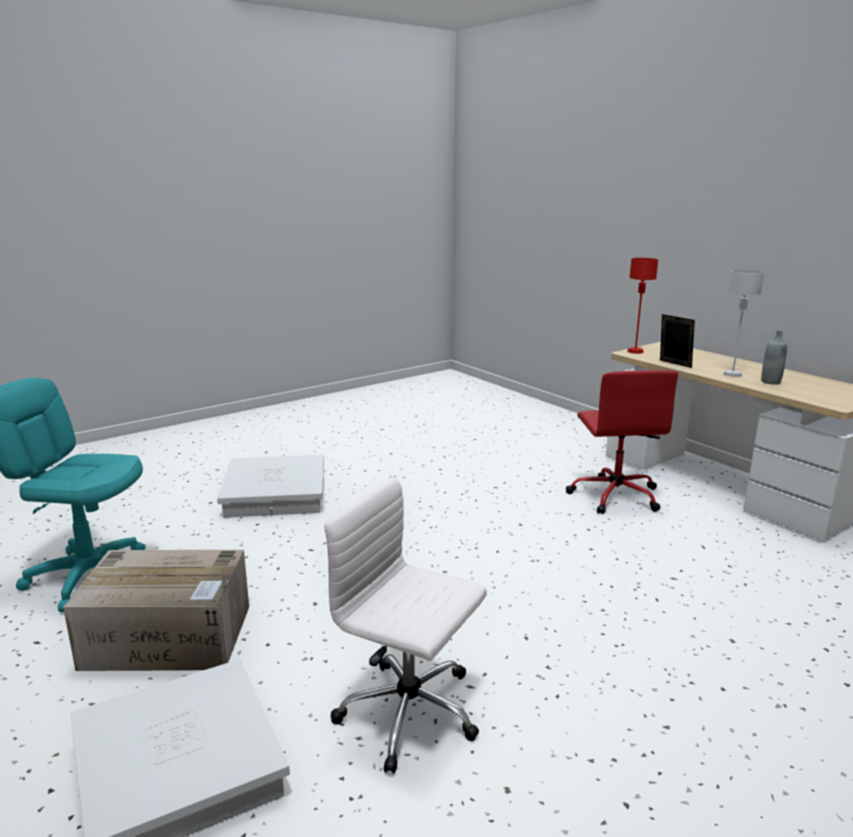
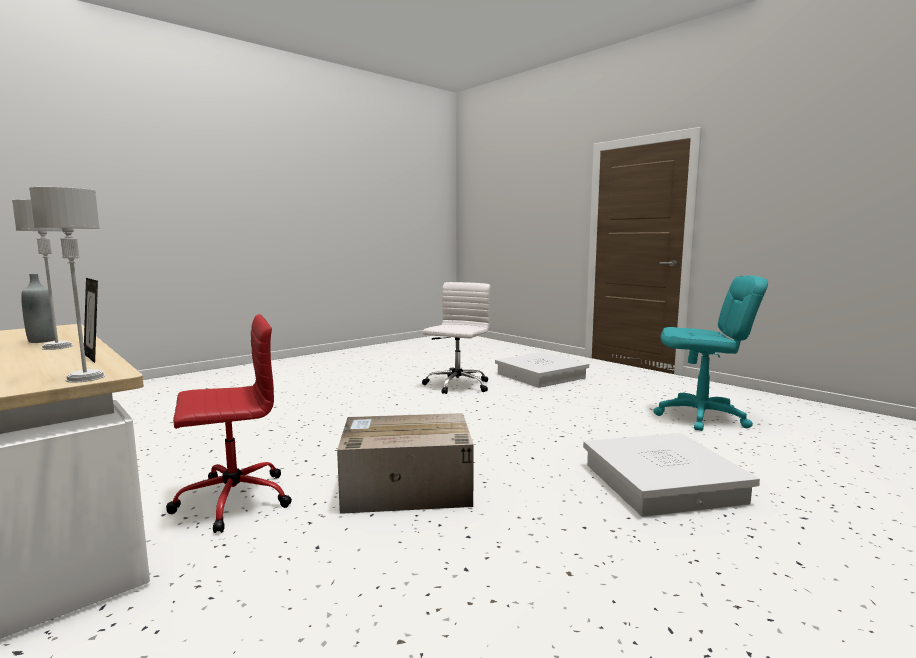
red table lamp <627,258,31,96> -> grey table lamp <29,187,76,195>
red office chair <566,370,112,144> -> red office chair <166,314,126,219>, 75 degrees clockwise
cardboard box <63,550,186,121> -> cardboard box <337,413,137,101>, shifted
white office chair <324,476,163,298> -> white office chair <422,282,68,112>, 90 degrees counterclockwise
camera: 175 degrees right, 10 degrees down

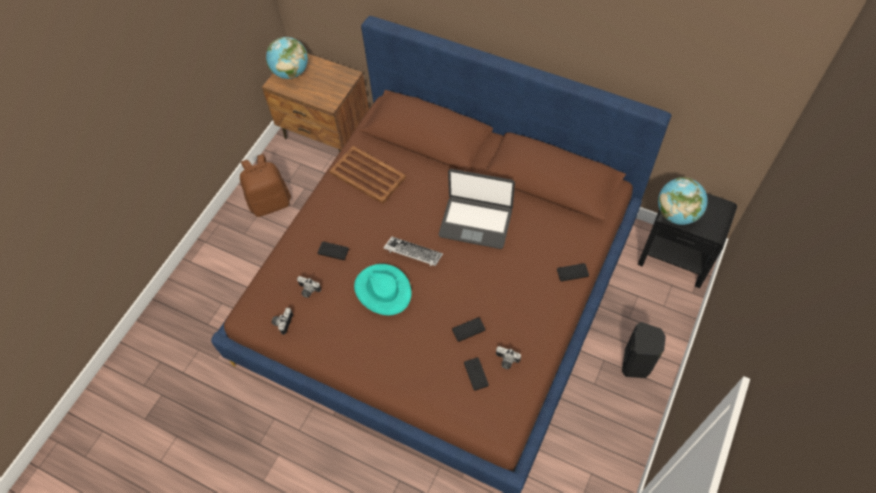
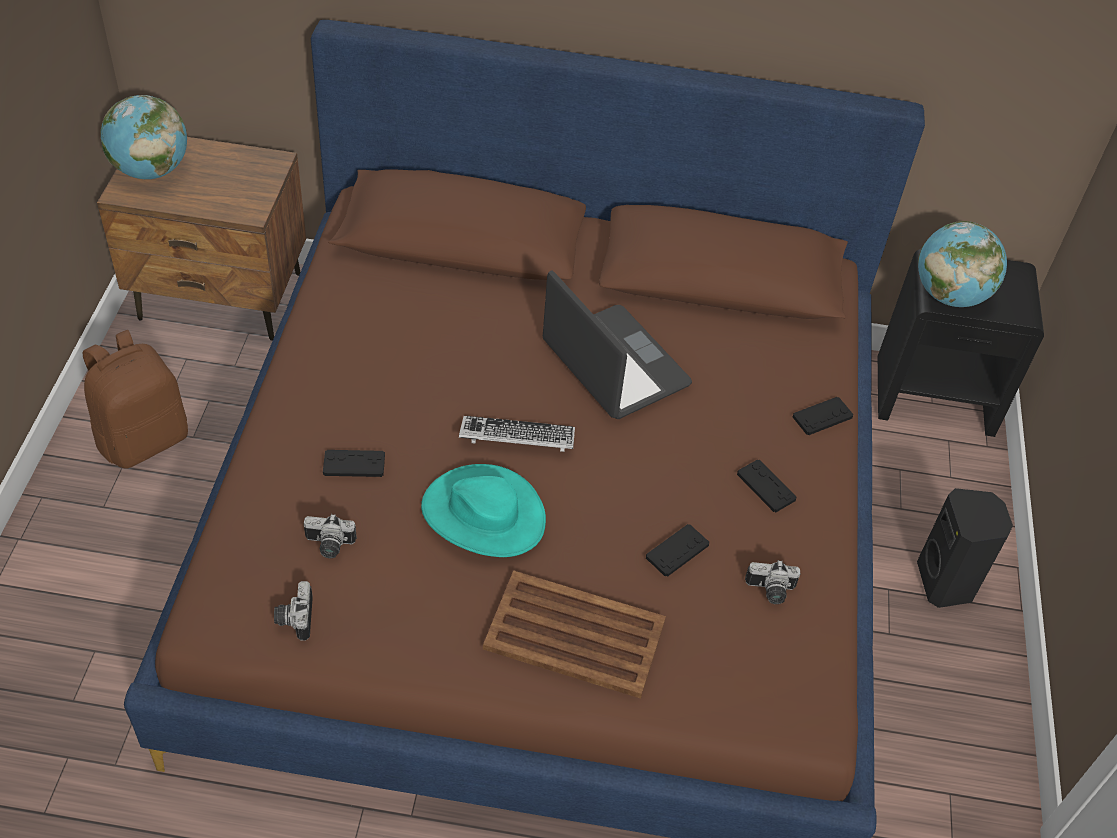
brown tray <329,146,77,58> -> brown tray <483,570,183,129>, shifted
laptop <439,169,76,80> -> laptop <543,270,149,149>, 120 degrees counterclockwise
black game controller <464,357,25,34> -> black game controller <737,459,59,53>, shifted
camera: 25 degrees left, 10 degrees down

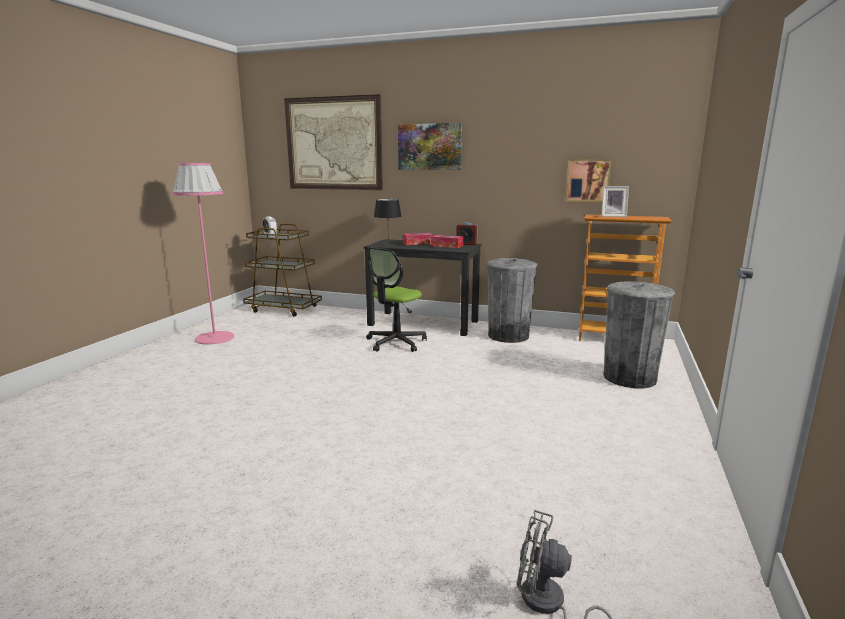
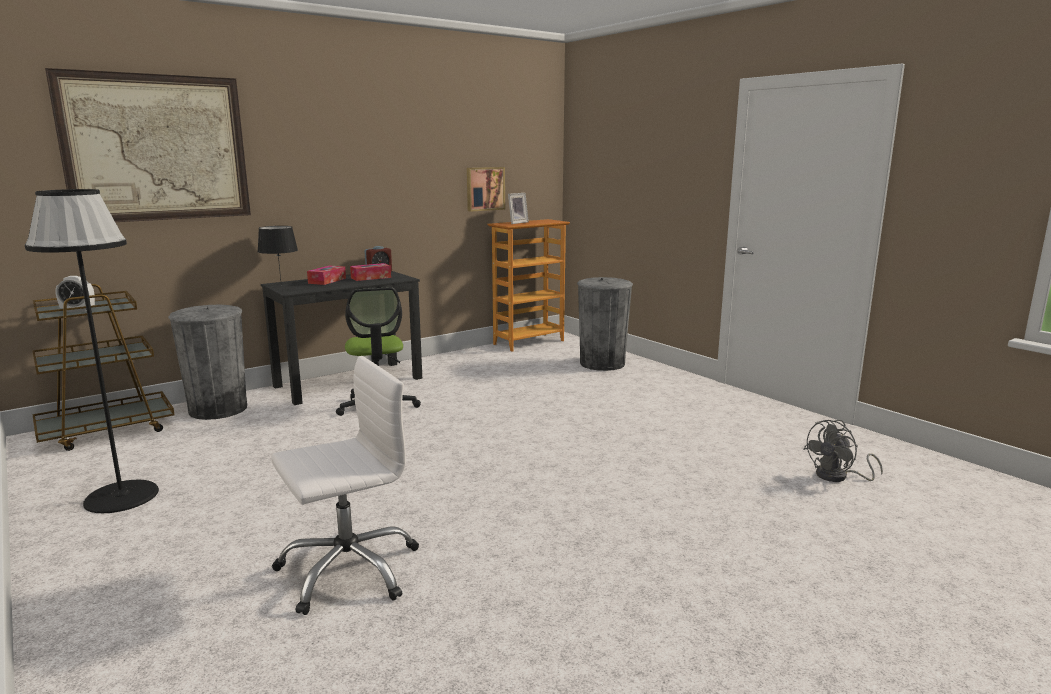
pink floor lamp <172,163,62,182> -> black floor lamp <25,189,134,324>
grey trash can <487,258,51,85> -> grey trash can <168,305,79,115>, shifted
none -> white office chair <271,356,148,259>
picture <398,123,64,47> -> none
camera: 55 degrees left, 0 degrees up

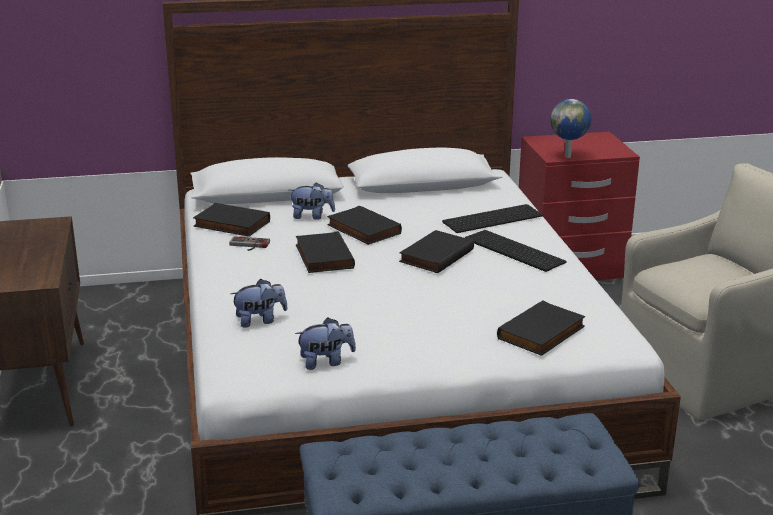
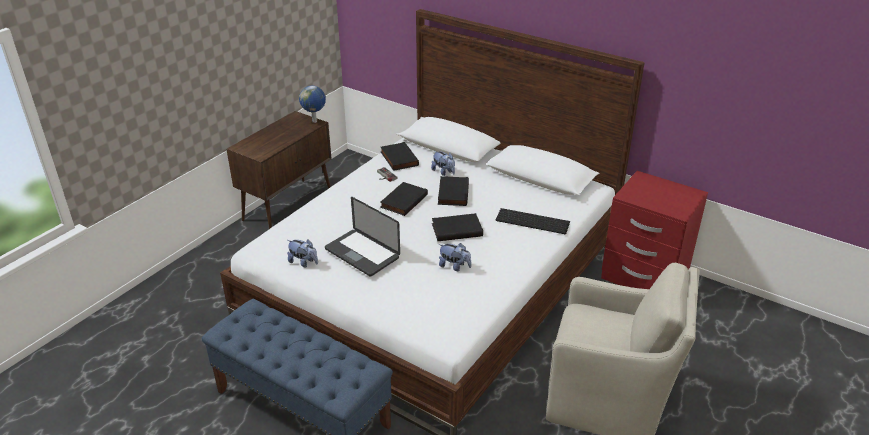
globe <550,99,41,59> -> globe <299,85,27,38>, shifted
none -> laptop <325,197,75,80>
plush toy <231,279,57,49> -> plush toy <439,243,33,28>, shifted
keyboard <465,230,101,42> -> none
black book <497,301,88,55> -> none
camera: 45 degrees right, 10 degrees up

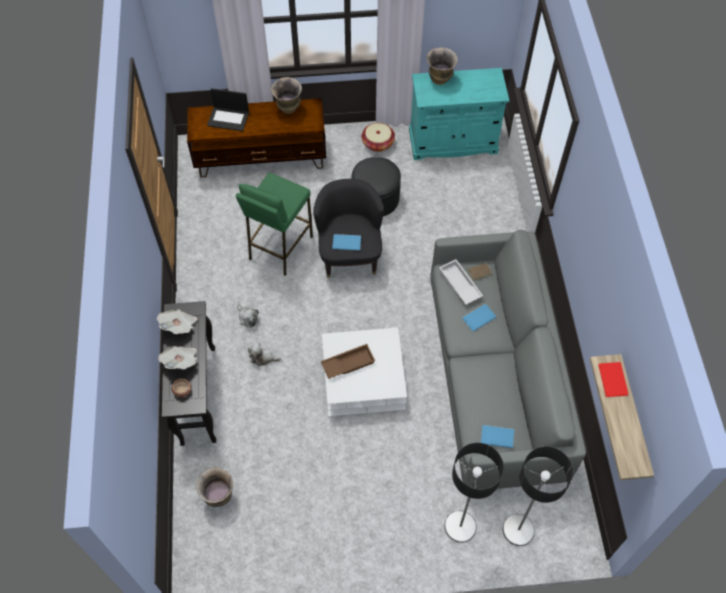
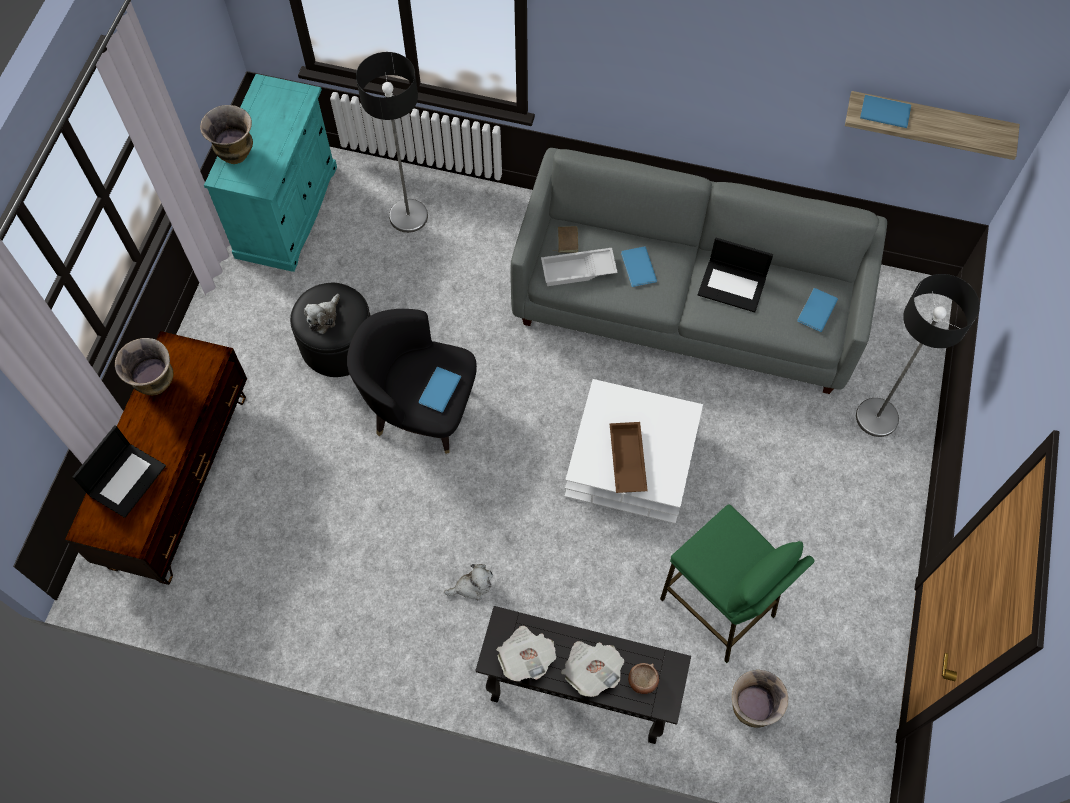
plush toy <248,343,33,23> -> plush toy <304,294,36,40>, shifted
floor lamp <502,446,71,100> -> floor lamp <356,52,72,181>, shifted
green stool <236,173,77,103> -> green stool <660,505,155,158>, shifted
none -> laptop <698,238,75,75>
red book <598,362,30,35> -> blue book <860,95,51,33>
basket <362,123,33,29> -> none
camera: 70 degrees left, 5 degrees up

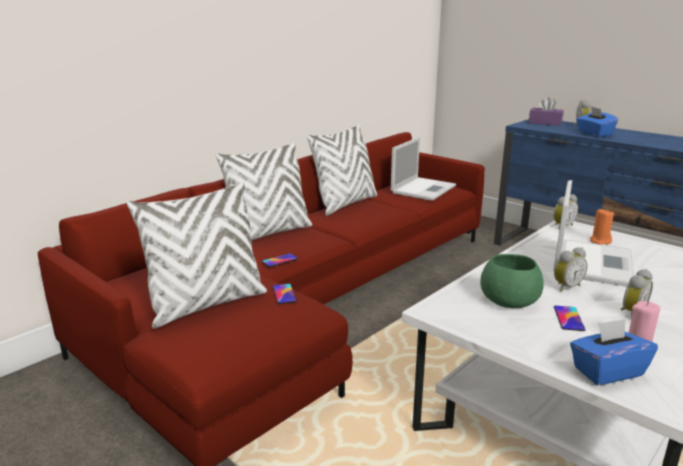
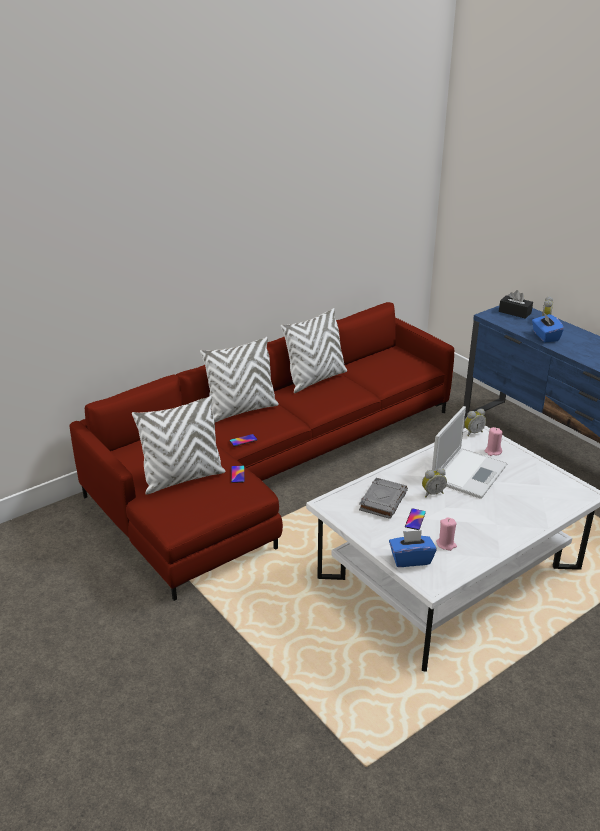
green bowl <481,254,63,54> -> grey book <359,478,49,41>
orange candle <590,208,24,37> -> pink candle <485,427,18,29>
purple tissue box <529,97,35,29> -> black tissue box <499,290,34,29>
laptop <391,137,65,64> -> none
alarm clock <621,269,32,49> -> none
camera: 10 degrees right, 10 degrees up

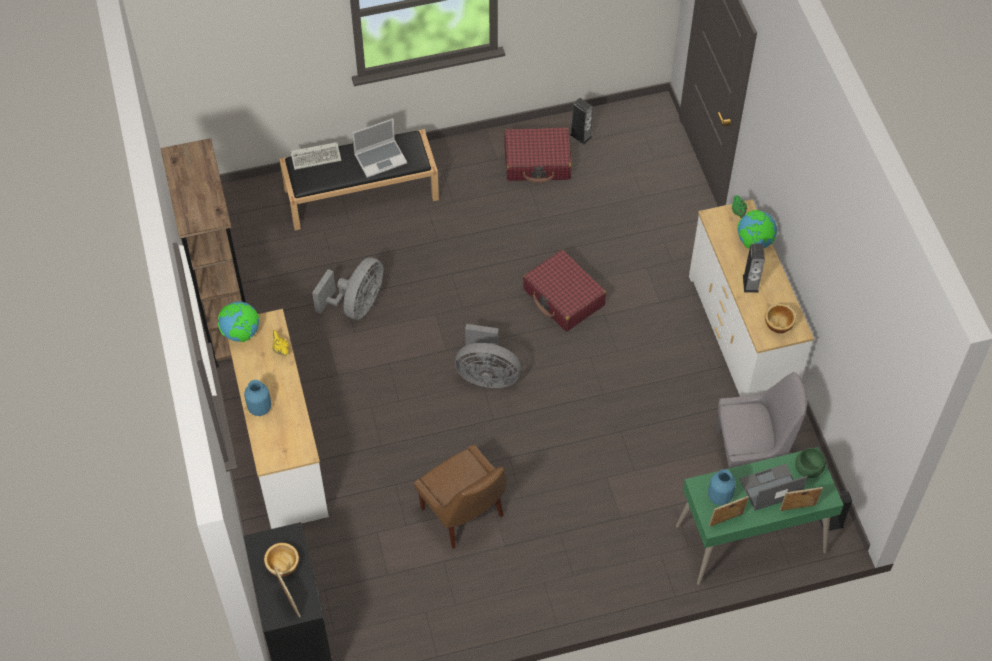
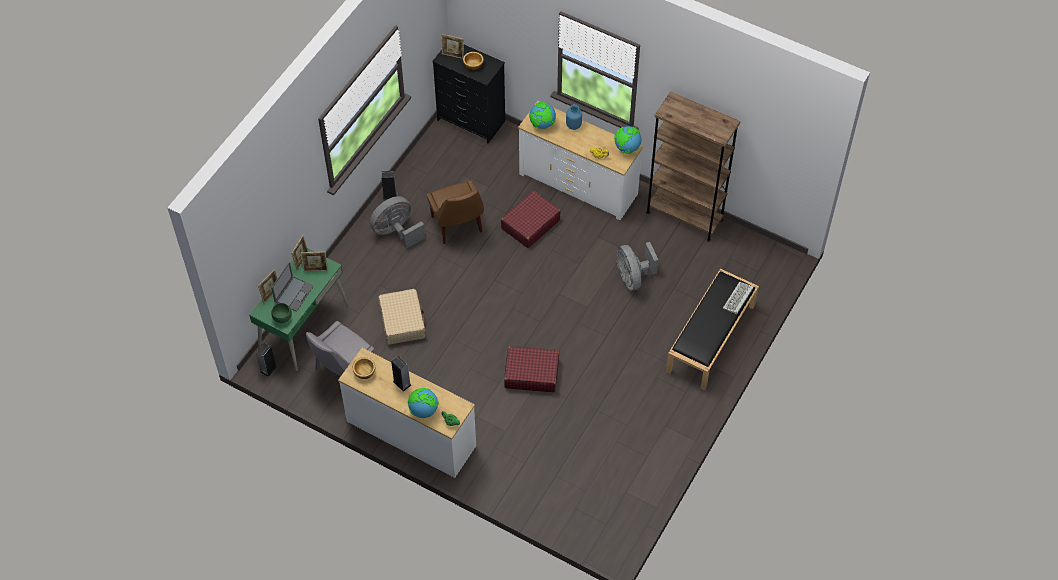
blue vase <708,469,28,36> -> picture frame <301,251,27,20>
grey fan <455,324,66,64> -> grey fan <370,196,55,53>, shifted
none -> beige suitcase <378,289,47,56>
speaker <570,98,23,46> -> speaker <381,171,16,29>, shifted
brown chair <414,445,93,104> -> brown chair <426,180,58,64>, 120 degrees counterclockwise
red suitcase <504,128,68,55> -> red suitcase <501,191,60,57>, shifted
none -> globe <529,102,27,27>
laptop <352,118,55,60> -> none
camera: 135 degrees right, 0 degrees up

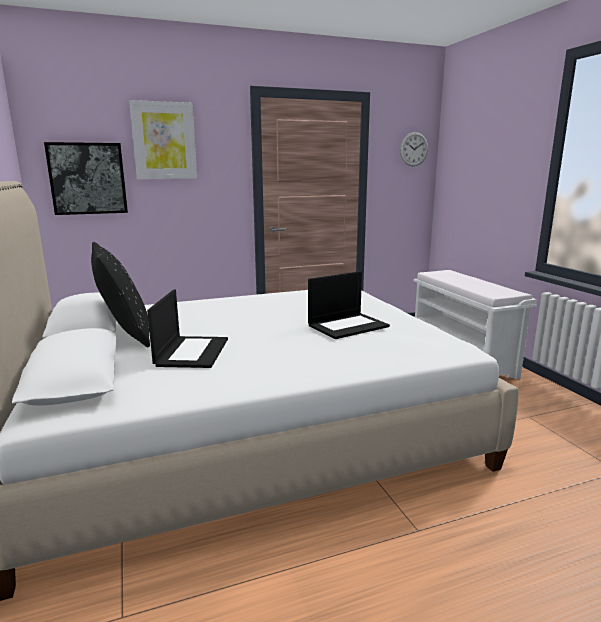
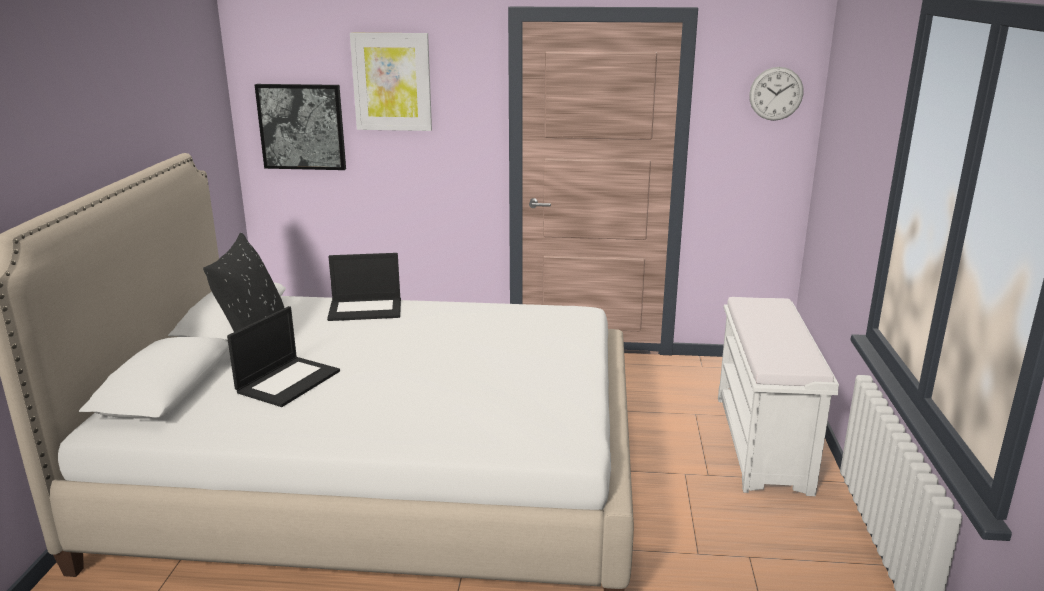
laptop <308,271,82,68> -> laptop <327,253,74,68>, shifted
camera: 25 degrees right, 5 degrees up

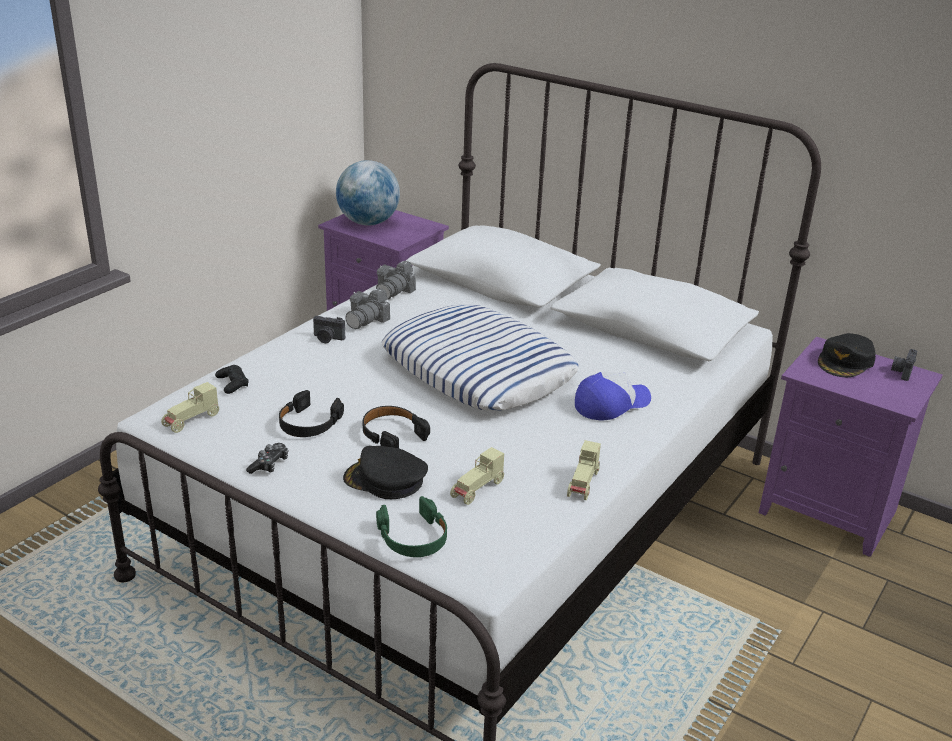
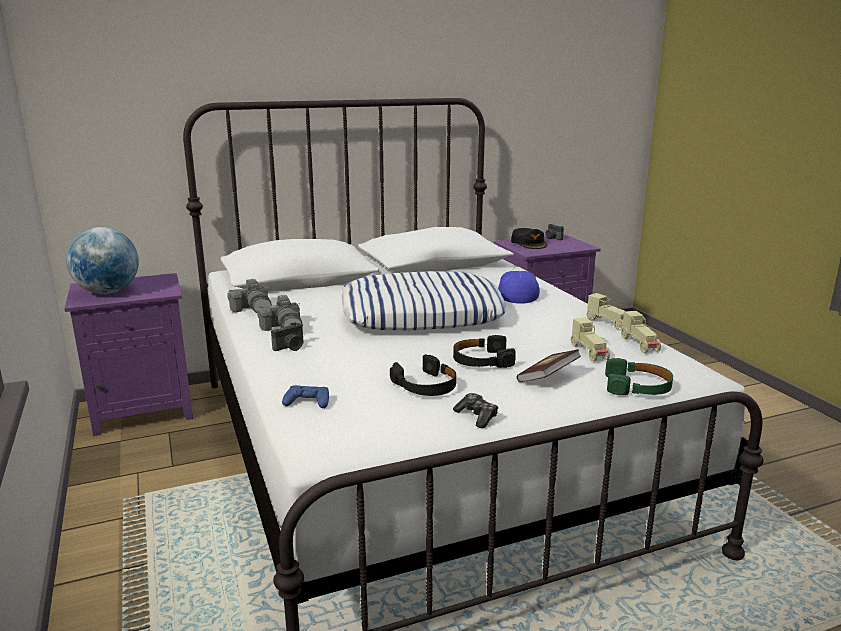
black game controller <215,365,34,29> -> blue game controller <282,385,47,23>
black cap <343,446,85,53> -> book <517,349,64,33>
beige toy car <161,382,58,51> -> beige toy car <621,311,40,42>, shifted
camera: 55 degrees left, 10 degrees down

